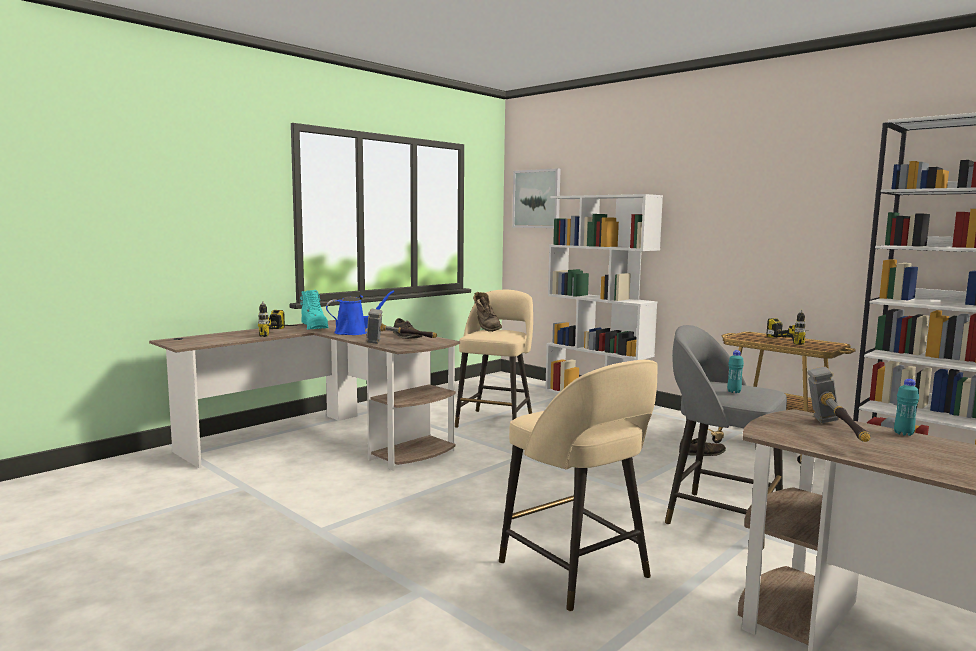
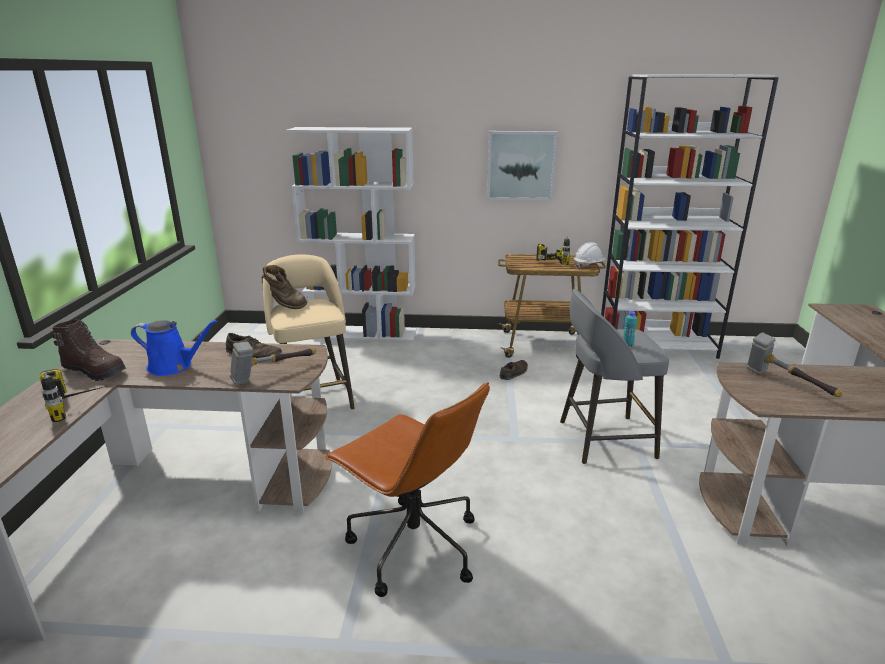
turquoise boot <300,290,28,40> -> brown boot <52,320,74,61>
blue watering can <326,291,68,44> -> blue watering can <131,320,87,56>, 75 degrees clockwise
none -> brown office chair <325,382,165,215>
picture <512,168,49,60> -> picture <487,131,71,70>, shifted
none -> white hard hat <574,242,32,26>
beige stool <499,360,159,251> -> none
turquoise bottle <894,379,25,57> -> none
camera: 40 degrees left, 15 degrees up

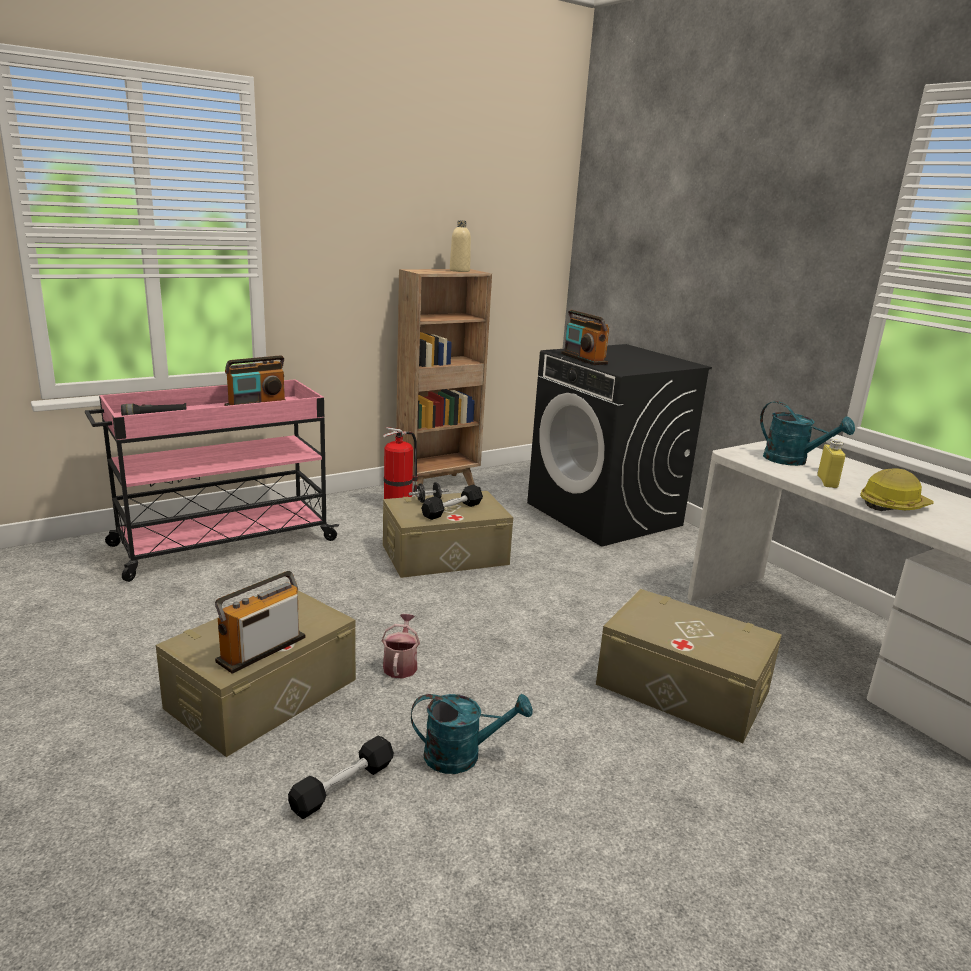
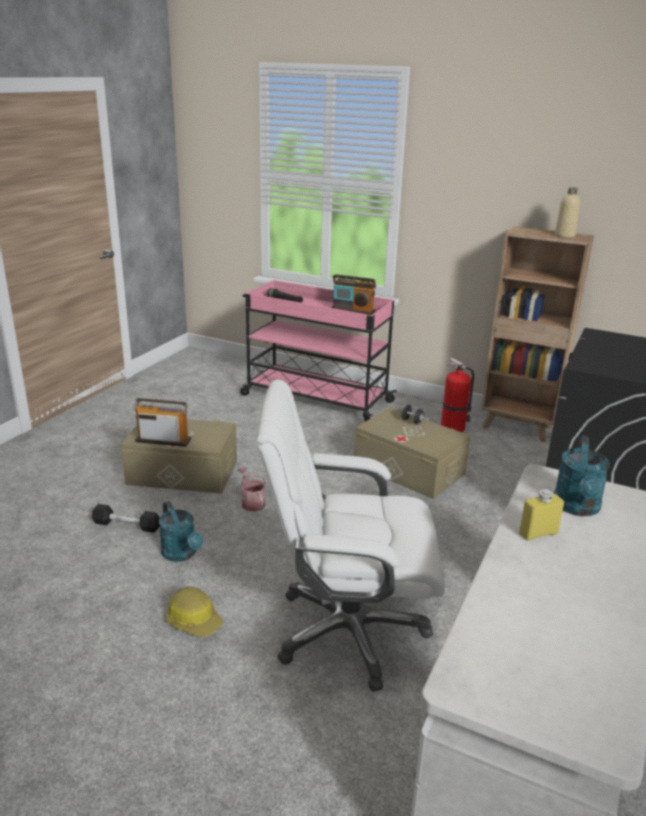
hard hat <860,468,74,43> -> hard hat <166,586,57,51>, shifted
watering can <381,614,39,65> -> watering can <238,467,28,44>, 90 degrees counterclockwise
beige storage box <596,589,186,154> -> white office chair <257,379,188,313>
black dumbbell <421,485,62,35> -> none
radio <561,310,48,55> -> none
camera: 60 degrees right, 5 degrees up

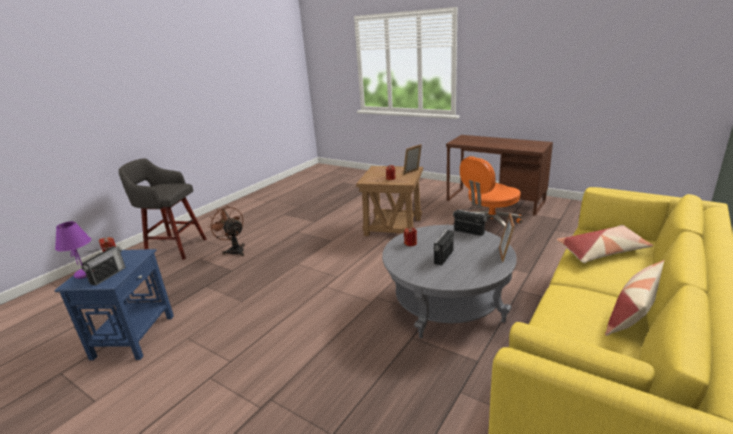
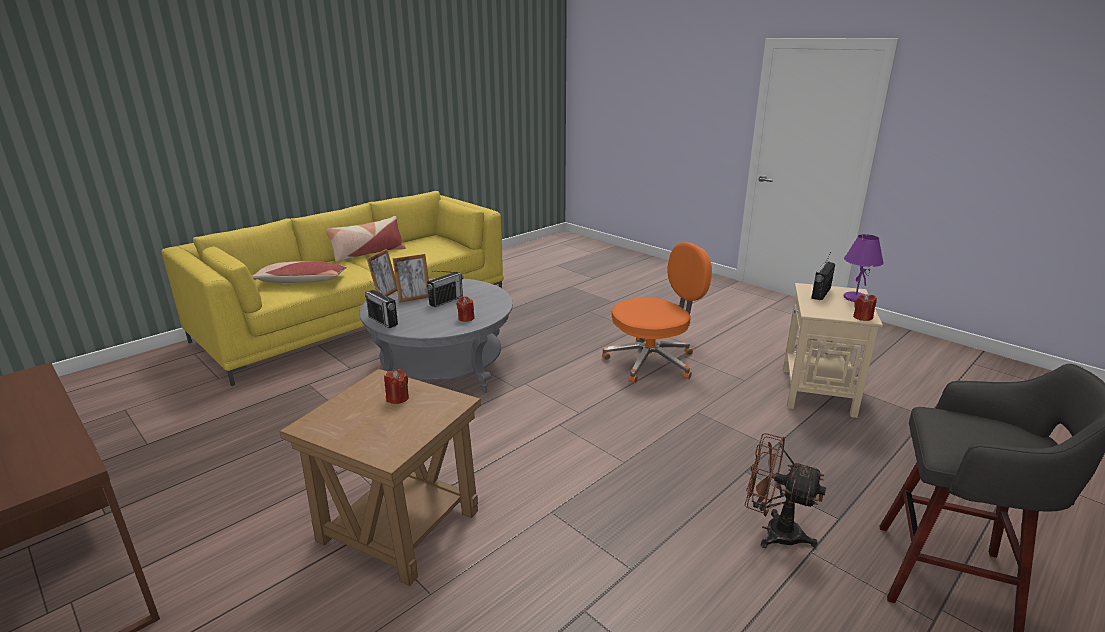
picture frame <403,144,19,31> -> picture frame <393,254,36,49>, shifted
orange office chair <460,156,62,72> -> orange office chair <602,242,110,141>, shifted
brown fan <209,206,36,50> -> brown fan <745,433,81,115>, 150 degrees clockwise
blue side table <54,249,120,111> -> beige side table <783,283,100,135>
camera: 170 degrees left, 0 degrees up

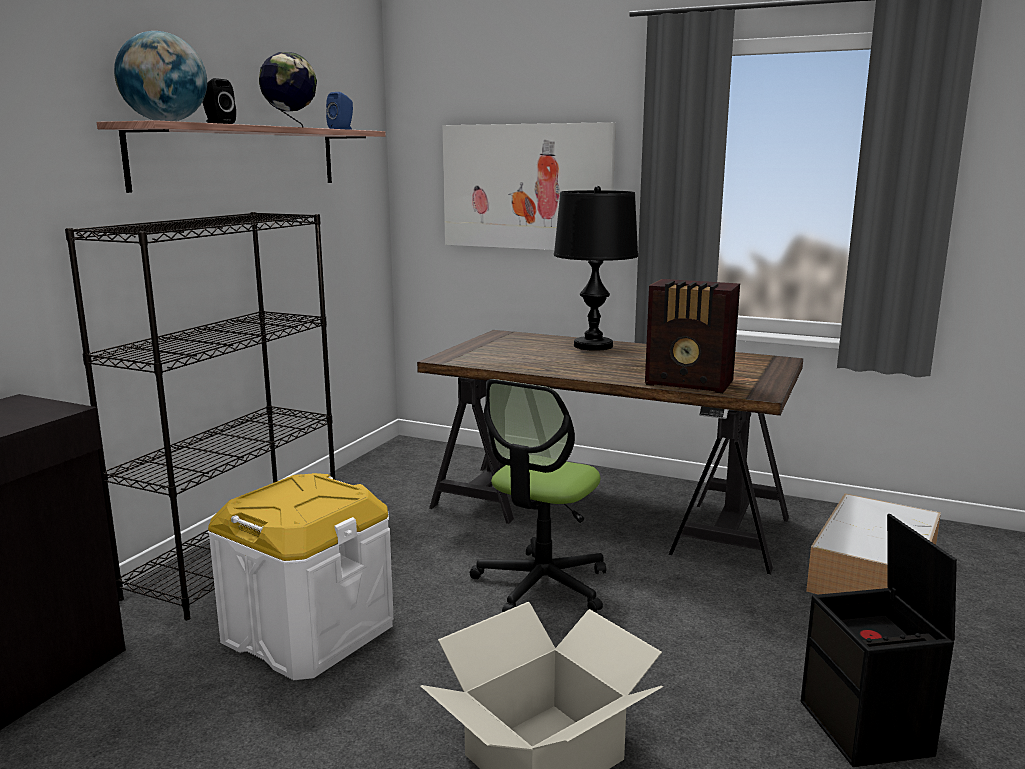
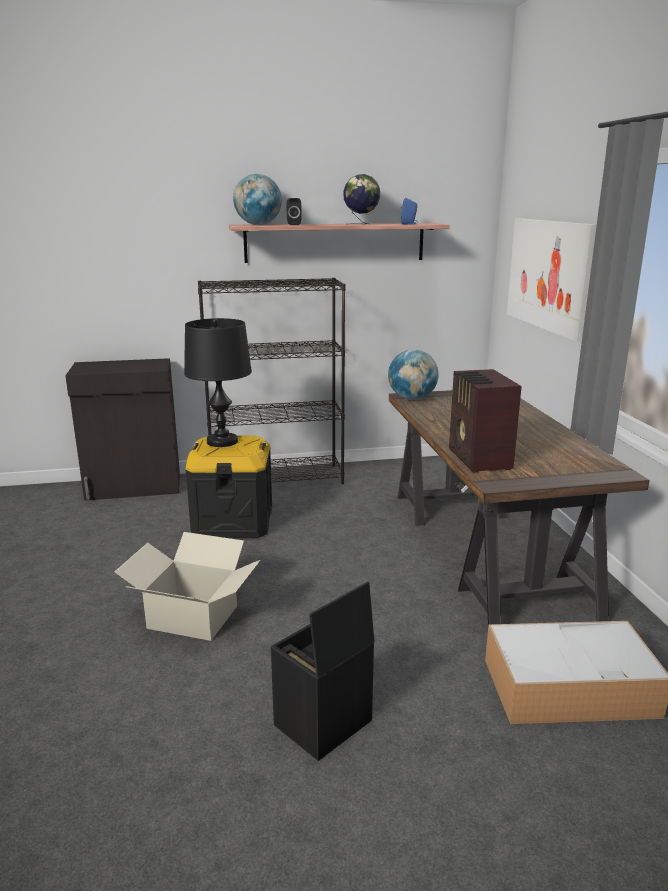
black table lamp <554,186,84,165> -> black table lamp <184,318,68,129>, shifted
white storage box <208,473,186,207> -> black storage box <185,435,87,103>
none -> globe <388,349,51,51>
office chair <470,379,136,233> -> none
camera: 55 degrees right, 5 degrees up

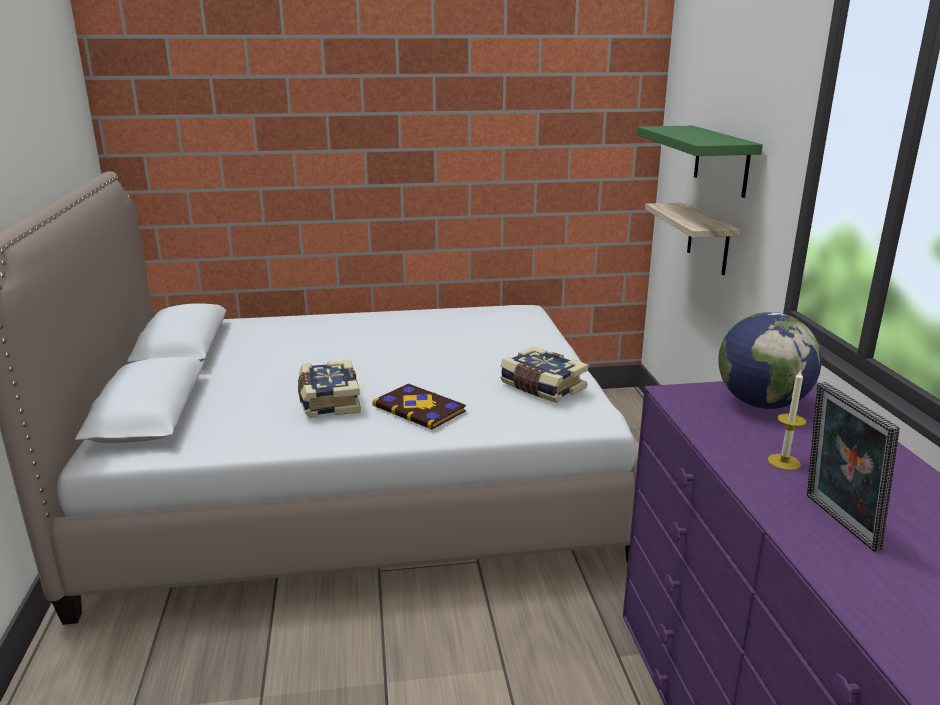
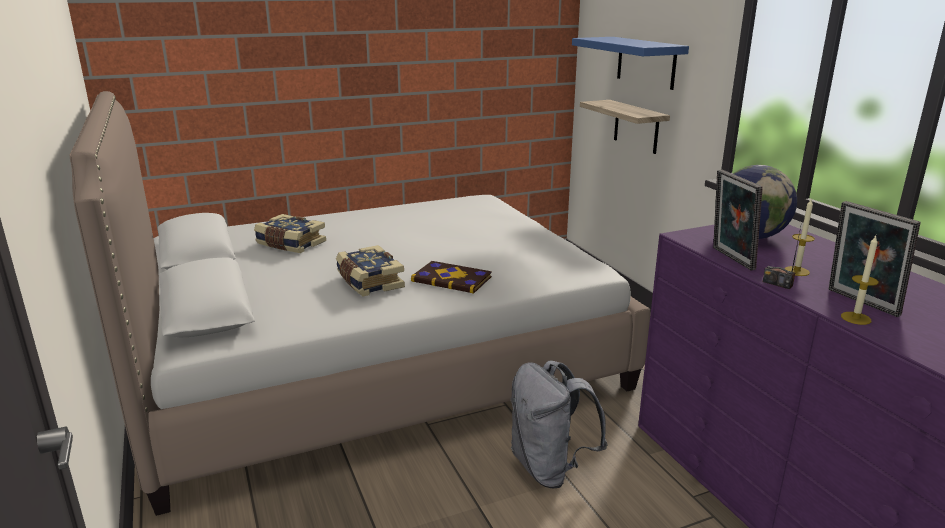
book <500,346,88,57> -> book <254,214,72,39>, shifted
none -> grey backpack <511,360,97,128>
green shelf <636,126,127,72> -> blue shelf <572,37,117,53>
none -> picture frame <713,170,50,100>
none -> radio <763,217,40,72>
none -> candle <841,236,38,89>
camera: 15 degrees left, 0 degrees up

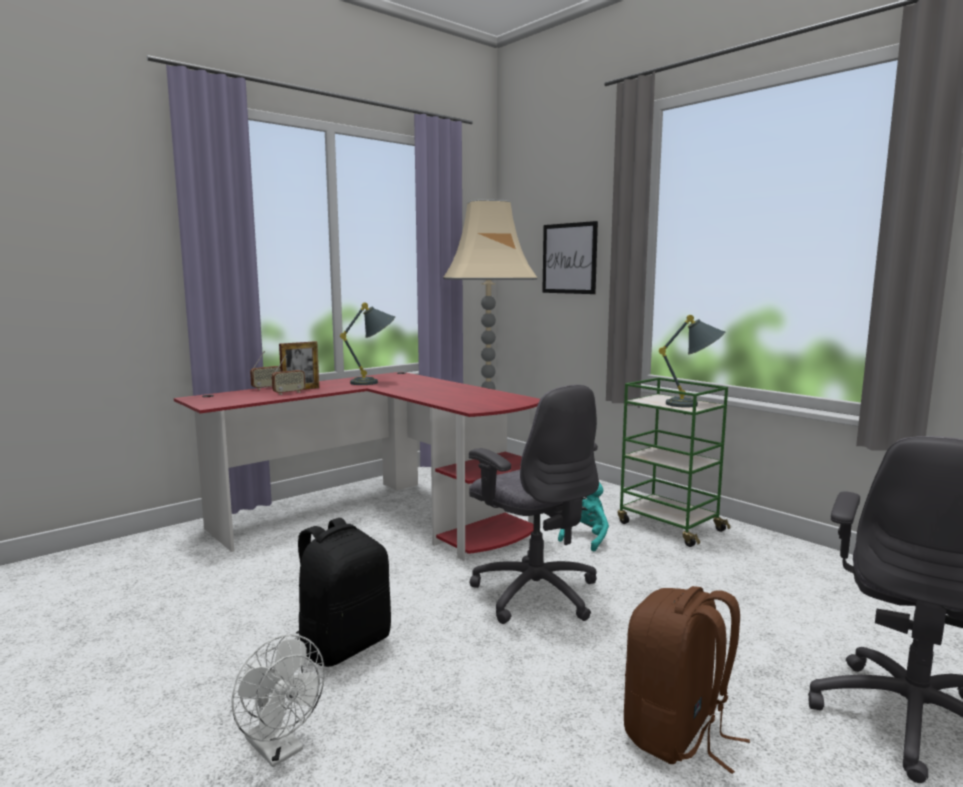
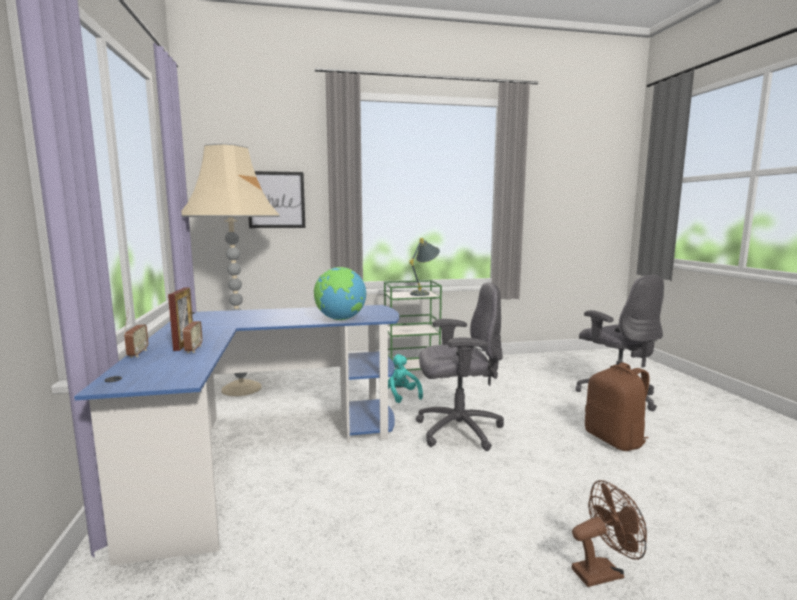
red desk <174,372,366,189> -> blue desk <74,305,325,261>
none -> globe <314,267,52,53>
white fan <231,634,94,133> -> brown fan <572,480,75,107>
black backpack <296,518,95,149> -> none
grey table lamp <340,303,55,82> -> none
camera: 60 degrees left, 0 degrees up

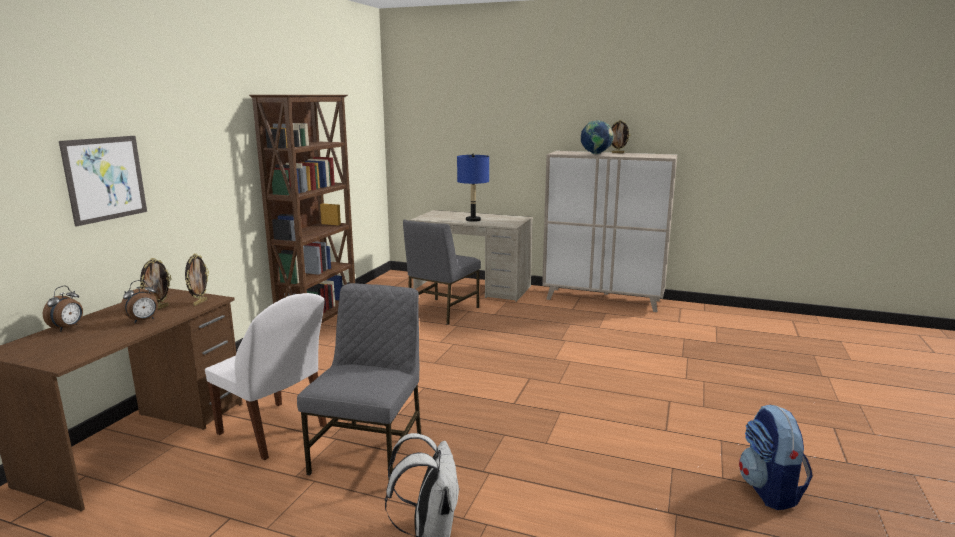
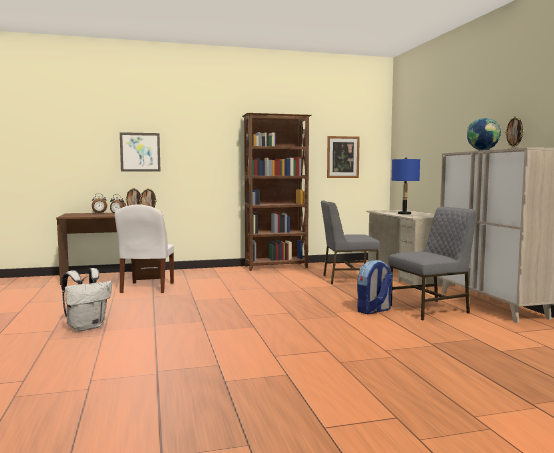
none -> picture <327,136,33,42>
backpack <739,405,73,105> -> backpack <357,260,36,54>, shifted
grey chair <297,283,124,198> -> grey chair <388,207,88,113>, shifted
camera: 55 degrees right, 10 degrees down

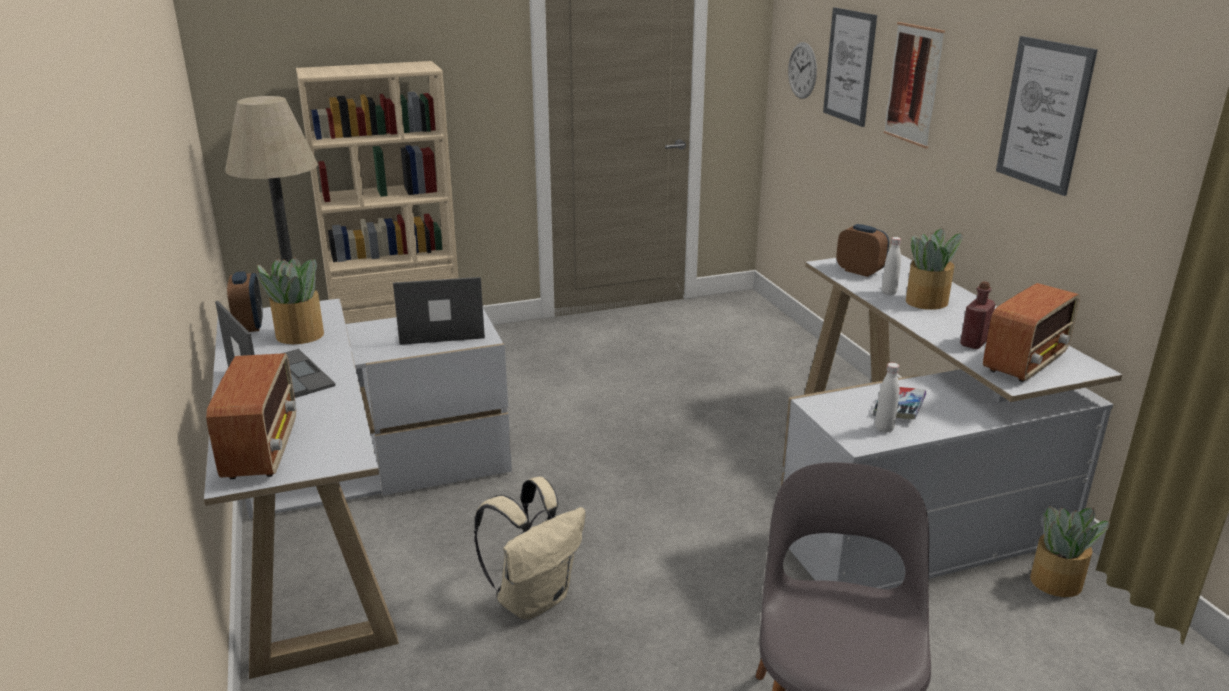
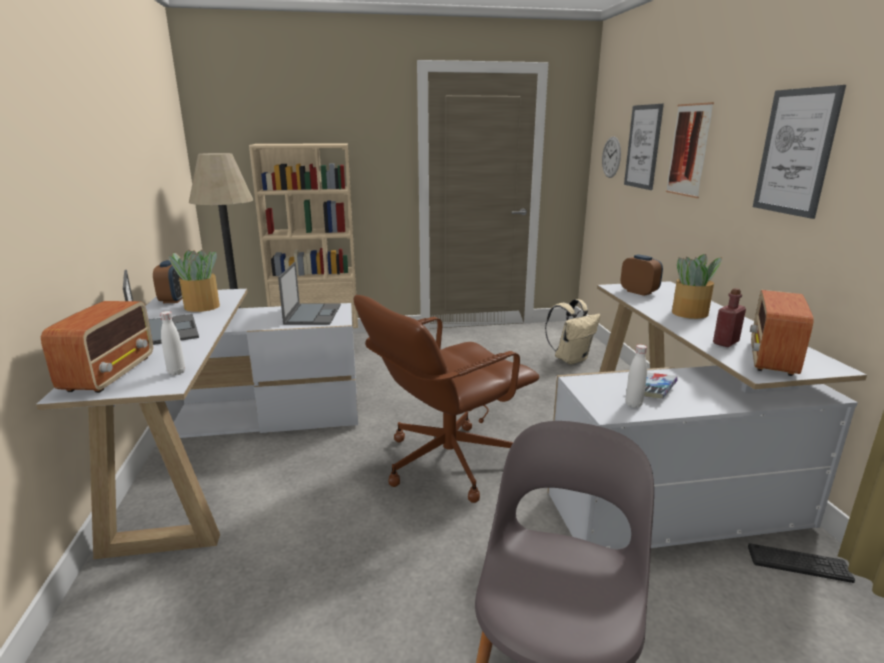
white bottle <882,237,19,58> -> white bottle <160,311,25,65>, shifted
laptop <393,277,92,68> -> laptop <278,262,63,63>, 90 degrees clockwise
none -> brown office chair <354,295,185,208>
beige backpack <474,476,112,144> -> beige backpack <545,299,55,66>, shifted
potted plant <1030,506,80,91> -> keyboard <748,543,107,40>
radio <983,283,97,99> -> radio <750,290,64,86>, 150 degrees clockwise
camera: 10 degrees right, 5 degrees down

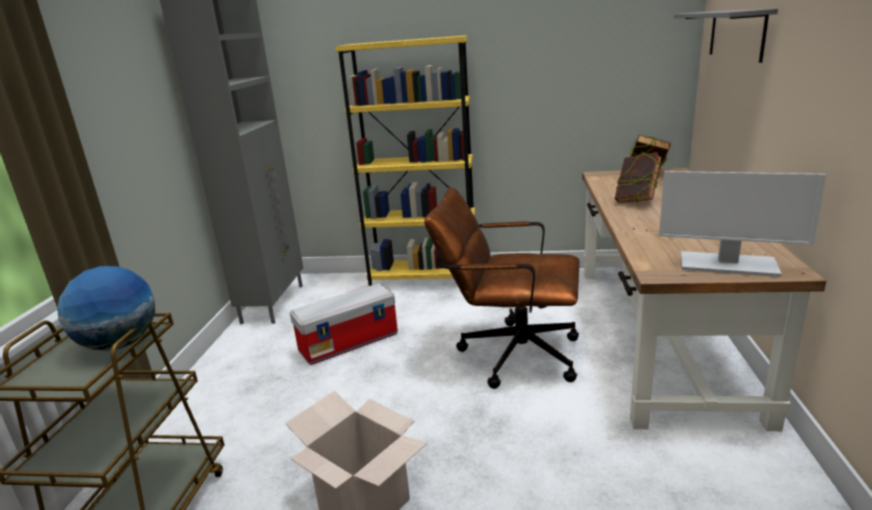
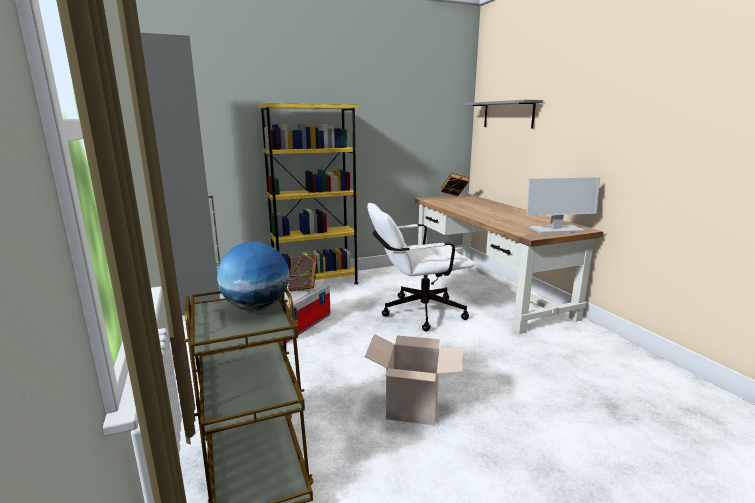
book <615,152,47,51> -> book <288,254,29,38>, shifted
brown office chair <424,187,156,202> -> white office chair <367,203,107,129>
camera: 30 degrees left, 5 degrees down

